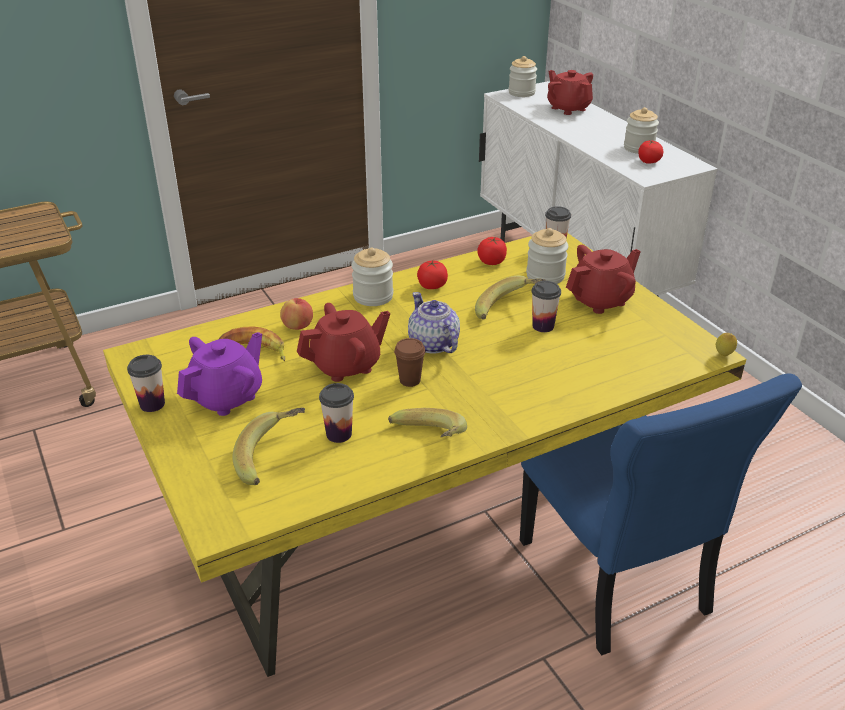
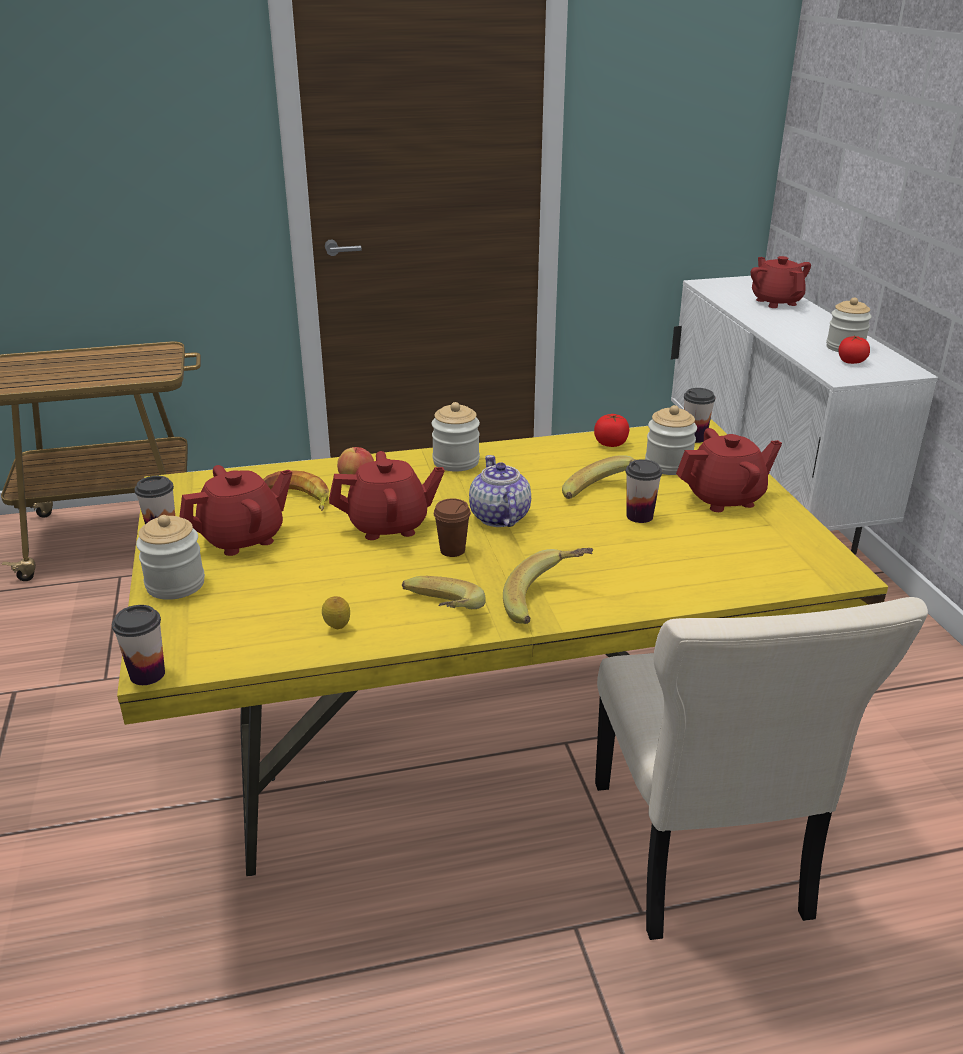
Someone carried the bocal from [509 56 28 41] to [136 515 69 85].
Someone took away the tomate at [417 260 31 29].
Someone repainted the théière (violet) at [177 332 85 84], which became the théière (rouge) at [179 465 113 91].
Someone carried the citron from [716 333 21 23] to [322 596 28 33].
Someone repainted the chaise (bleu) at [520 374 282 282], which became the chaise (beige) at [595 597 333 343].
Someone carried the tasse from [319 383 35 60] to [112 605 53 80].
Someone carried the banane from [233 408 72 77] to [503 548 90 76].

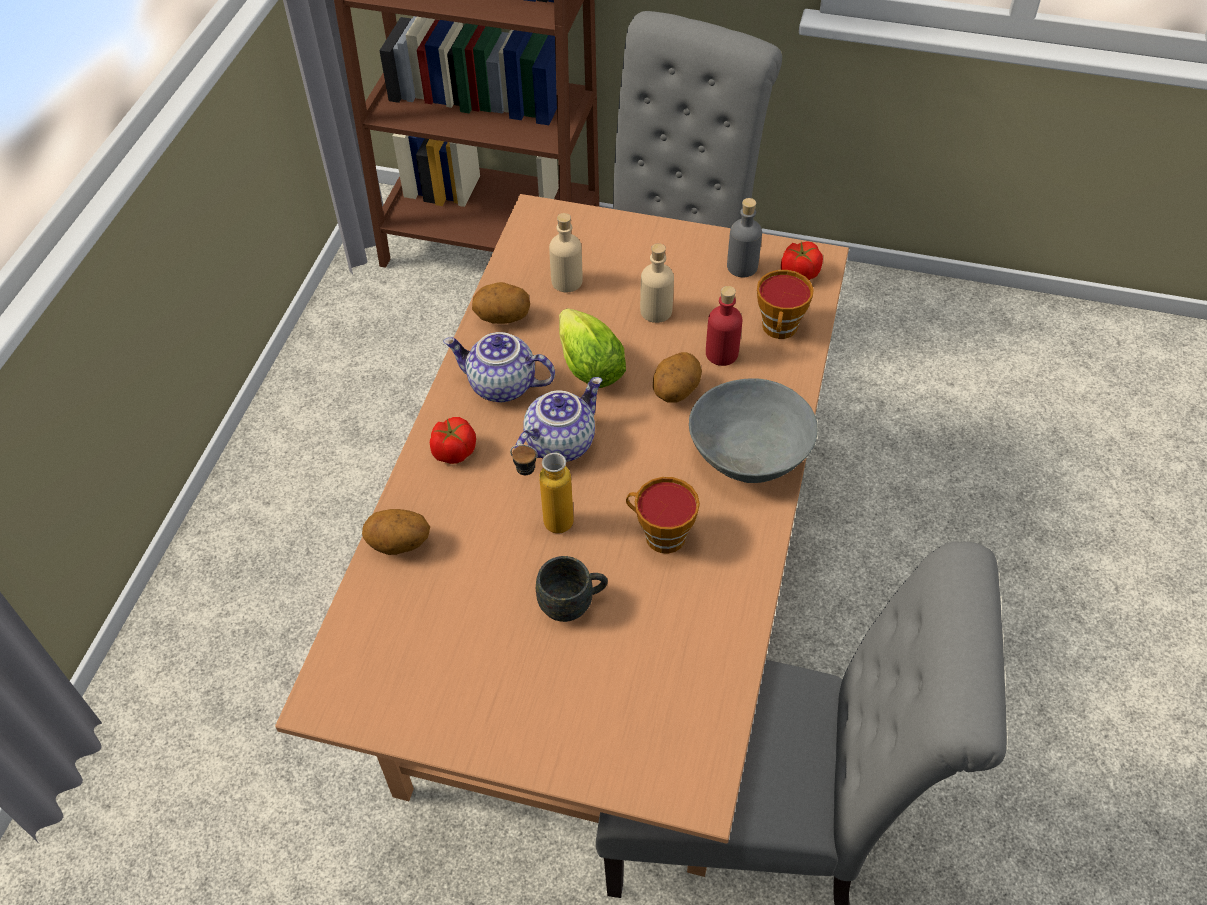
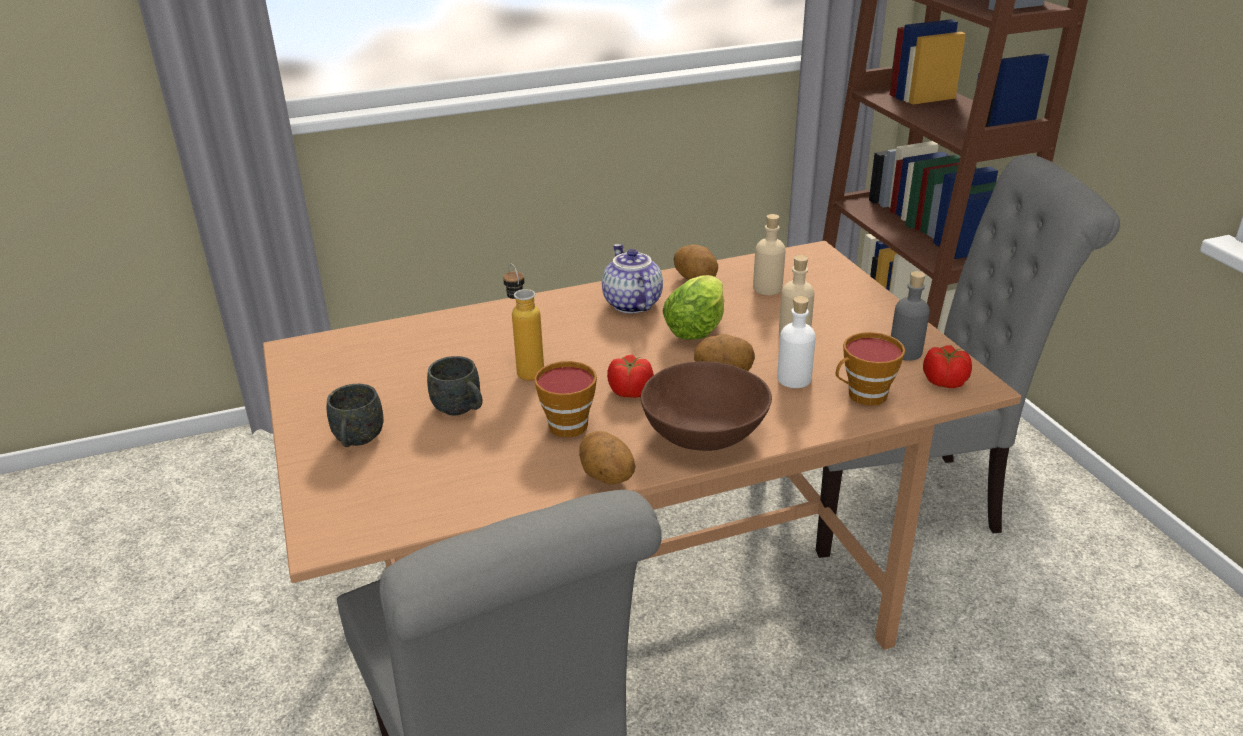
Someone repainted the bouteille (rouge) at [706 286 36 80], which became the bouteille (blanc) at [777 296 39 92].
Someone took away the théière at [514 377 88 85].
Someone repainted the bol (gris) at [689 378 129 105], which became the bol (marron) at [640 361 132 90].
Someone carried the tomate from [430 417 46 47] to [607 355 47 43].
Someone carried the pomme de terre from [362 509 68 46] to [579 431 57 54].
Someone put down the mug (gris) at [326 384 58 63].

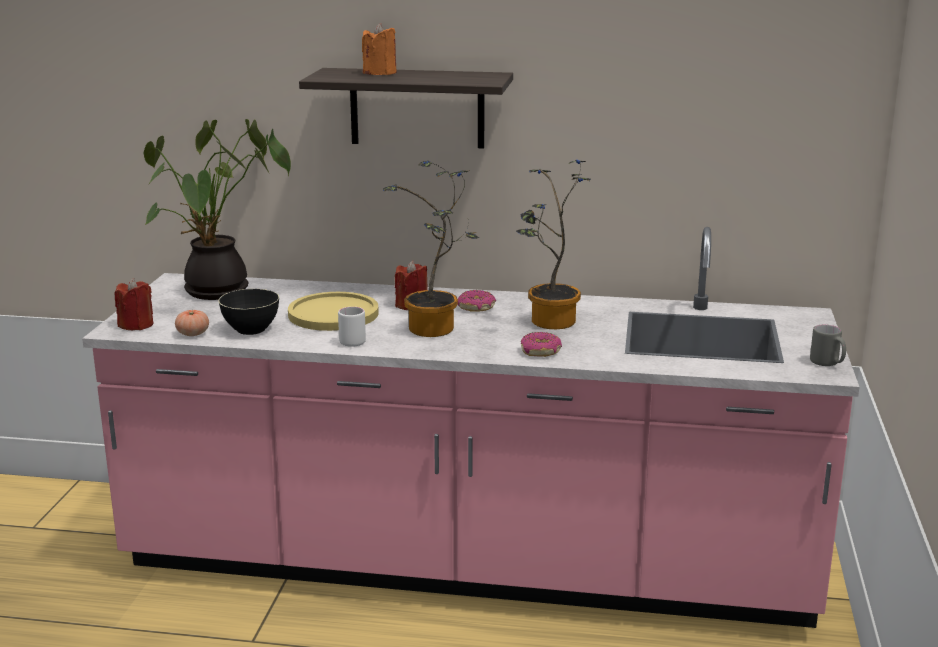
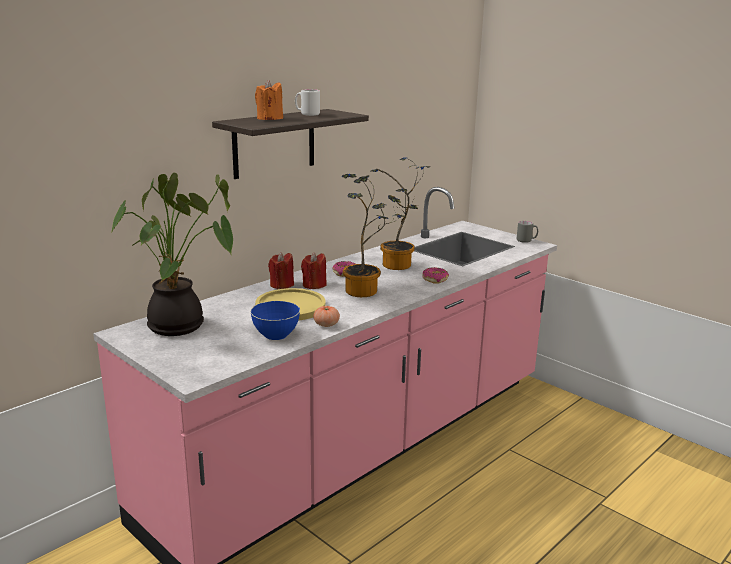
Someone carried the bougie (rouge) from [115 278 39 52] to [268 252 26 37].
Someone repainted the bol (noir) at [218 289 61 46], which became the bol (bleu) at [250 301 50 39].
Someone carried the mug (blanc) from [338 307 28 40] to [295 89 25 27].
Someone carried the tomate from [175 310 34 26] to [313 306 27 21].

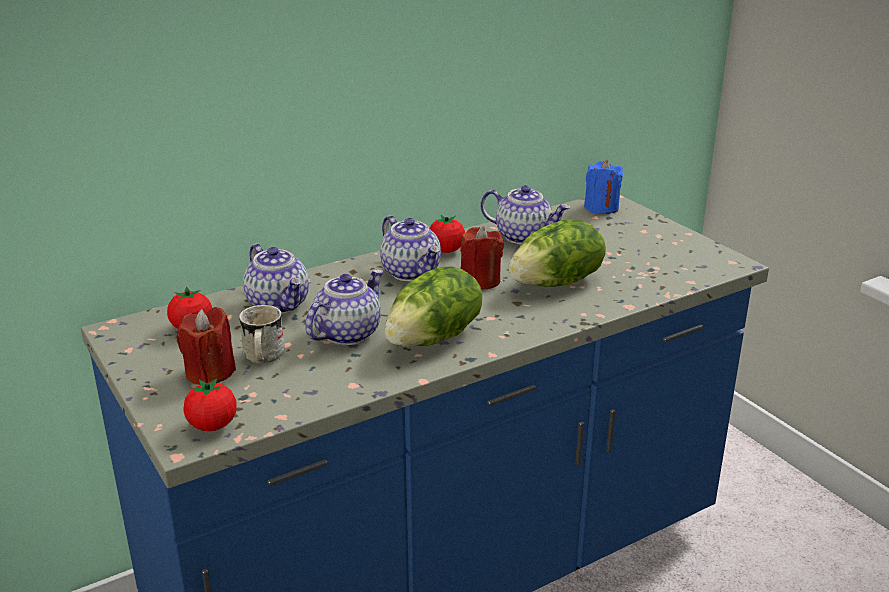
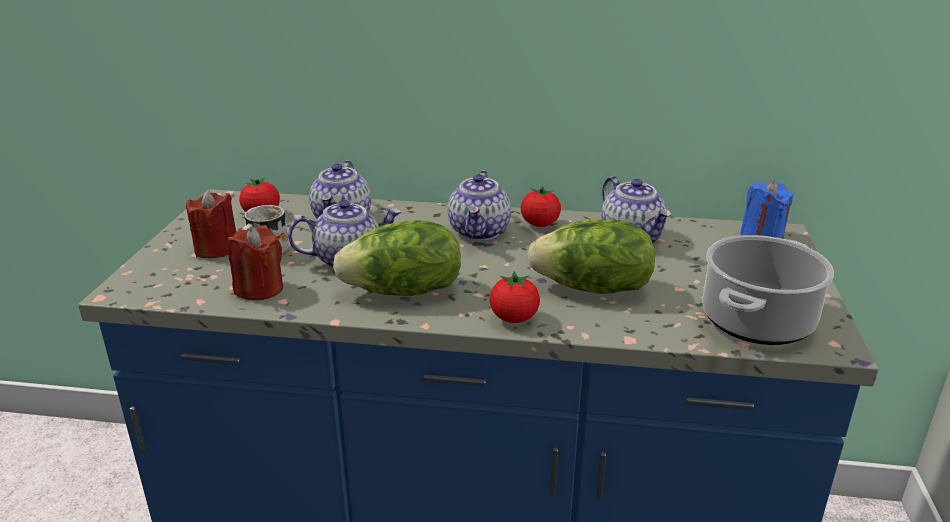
Someone carried the bougie (rouge) from [460 226 44 64] to [227 226 56 74].
Someone carried the tomate from [184 378 53 53] to [490 271 50 52].
Someone put down the marmite at [702 235 132 110].

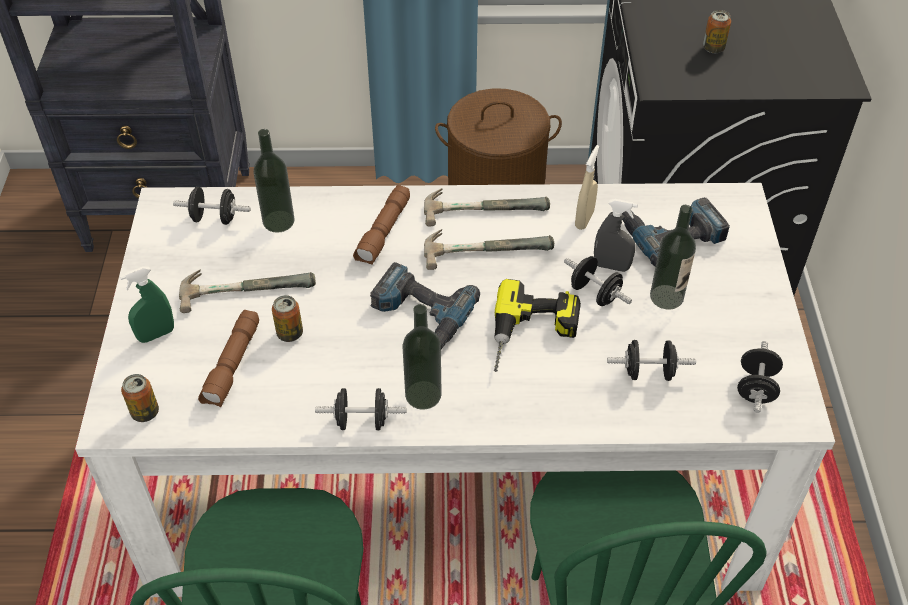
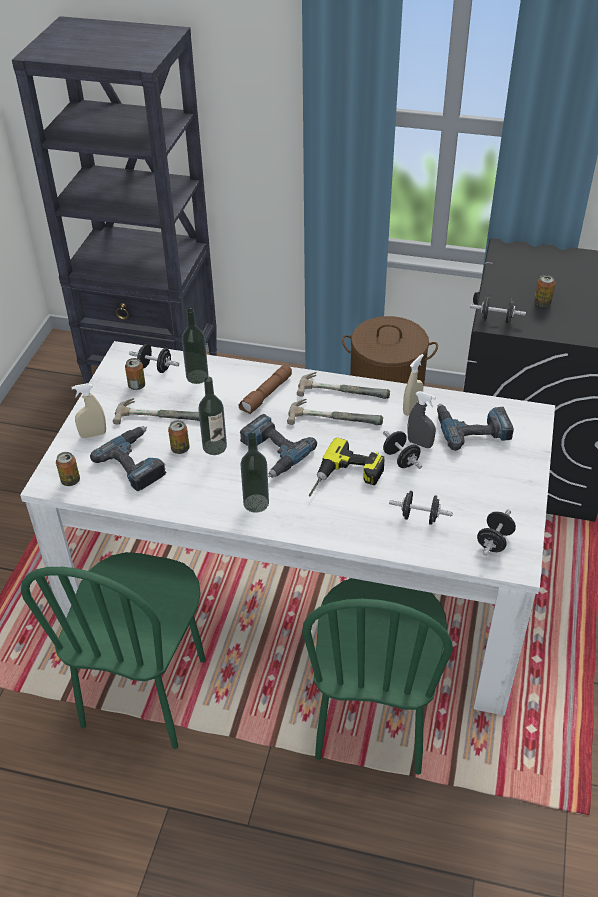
Someone carried the bouteille from [650 205 46 104] to [198 377 29 78].
Someone repainted the vaporisateur (vert) at [119 267 55 76], which became the vaporisateur (beige) at [71 383 35 55].
Someone swapped the lampe de poche (marron) at [198 310 61 98] for the perceuse at [90 426 76 65].
Someone carried the haltère (noir) from [315 388 92 43] to [470 295 56 29].
Someone put down the boîte métallique at [125 358 20 32].

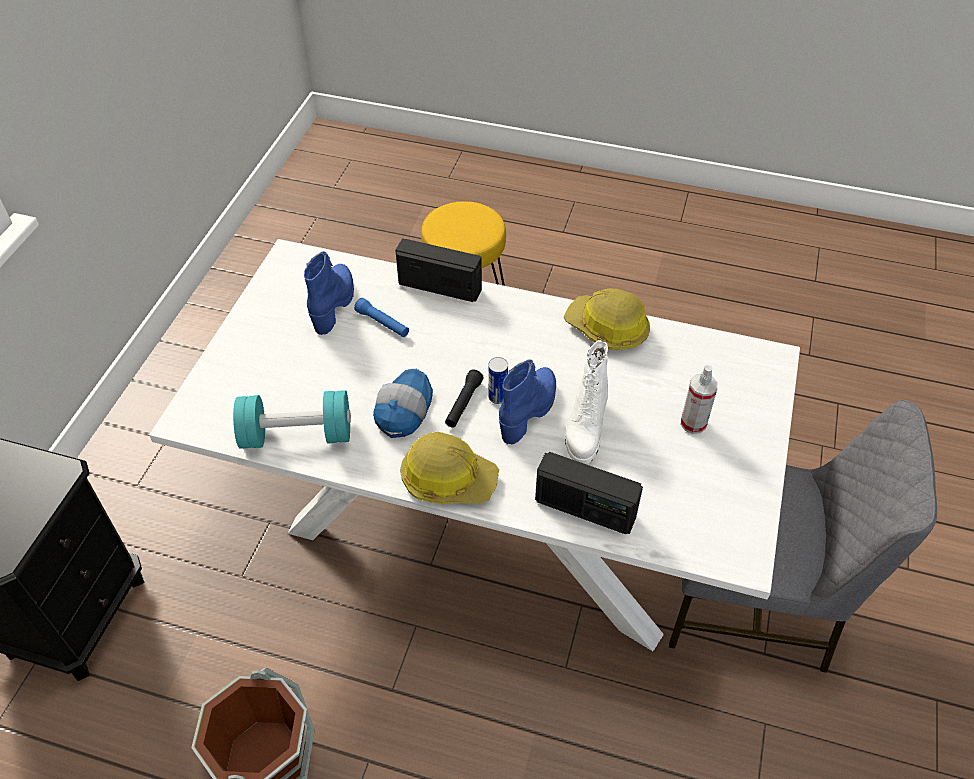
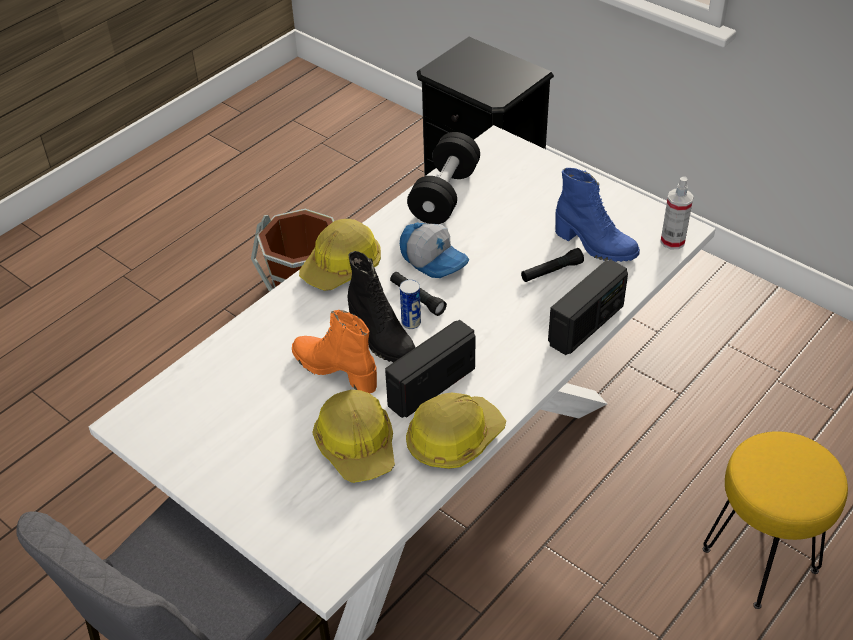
Someone repainted the lampe de poche (bleu) at [354 298 55 39], which became the lampe de poche (noir) at [521 248 63 34].
Someone repainted the botte (blanc) at [565 340 43 124], which became the botte (orange) at [292 310 85 83].
Someone repainted the botte (bleu) at [499 359 57 86], which became the botte (noir) at [348 251 68 112].
Someone carried the vaporisateur from [681 365 37 69] to [660 176 34 73].
Someone repainted the haltère (turquoise) at [233 390 118 59], which became the haltère (noir) at [407 132 73 92].
Someone carried the radio from [535 452 108 82] to [385 320 91 98].
Someone put down the casque de chantier at [313 390 82 93].

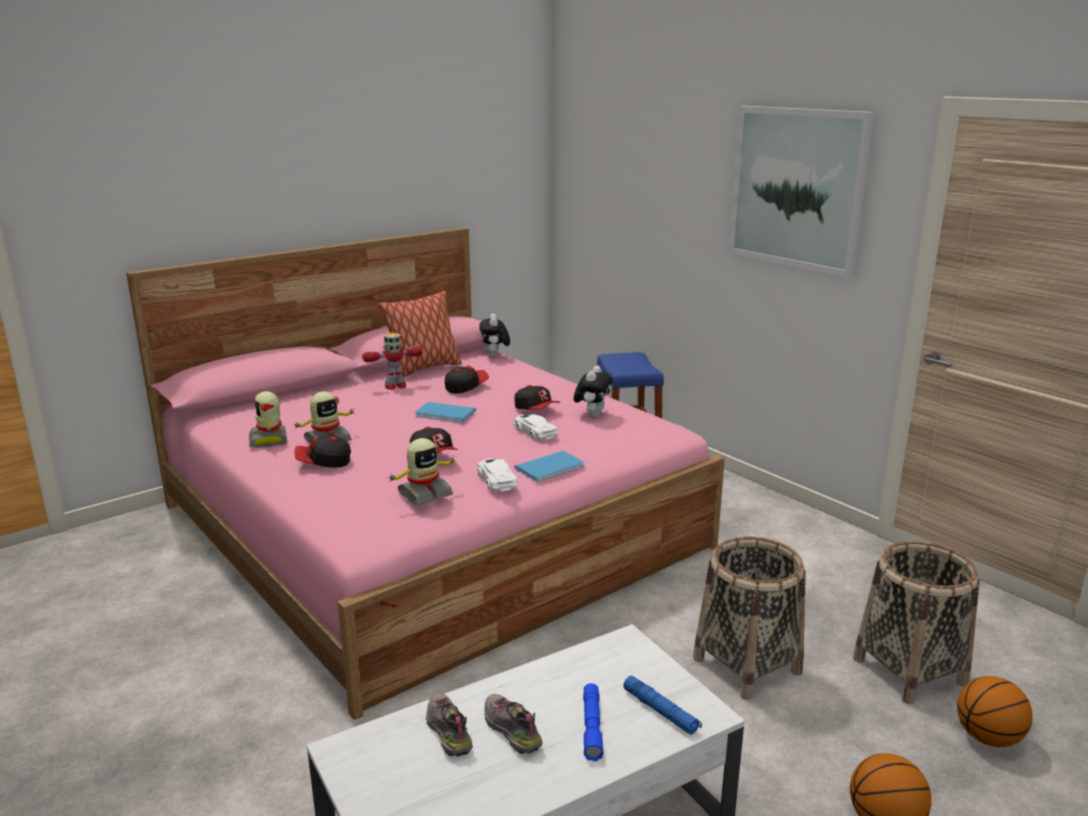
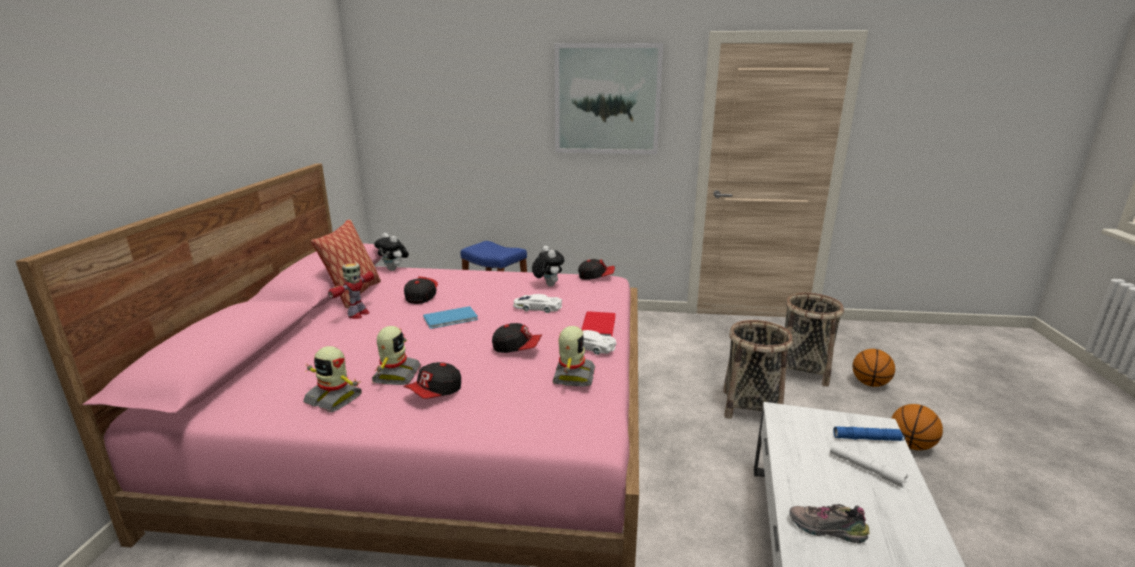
Someone carried the casquette from [514 385 46 24] to [578 259 37 21].
Someone repainted the livre (bleu) at [514 451 70 31], which became the livre (rouge) at [581 311 35 26].
Someone repainted the lampe de poche (bleu) at [583 683 21 78], which became the lampe de poche (blanc) at [830 443 78 45].
Someone took away the chaussure at [484 694 58 60].

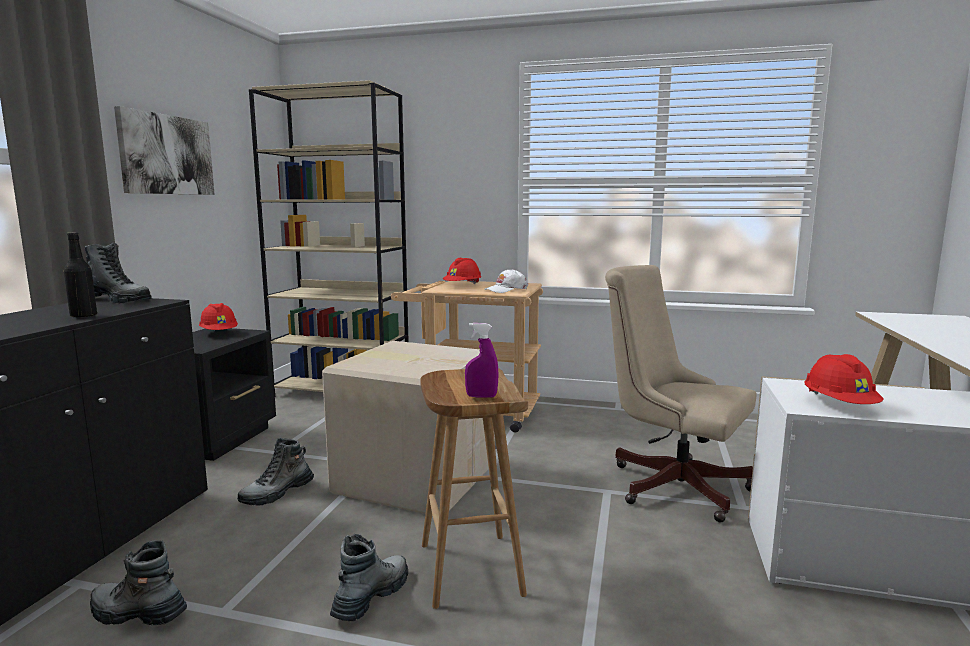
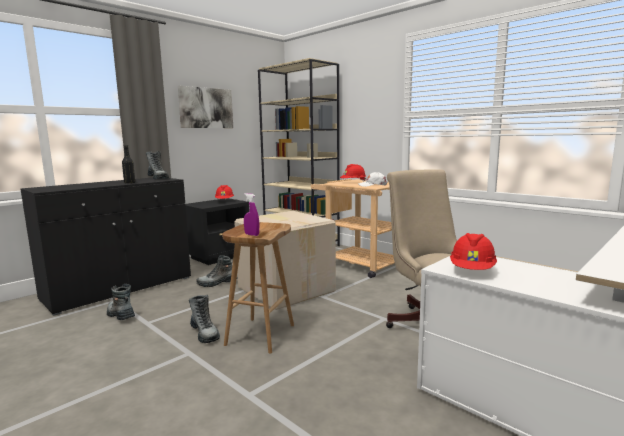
Someone rotated the botte at [330 534 78 87] by 90 degrees clockwise.

